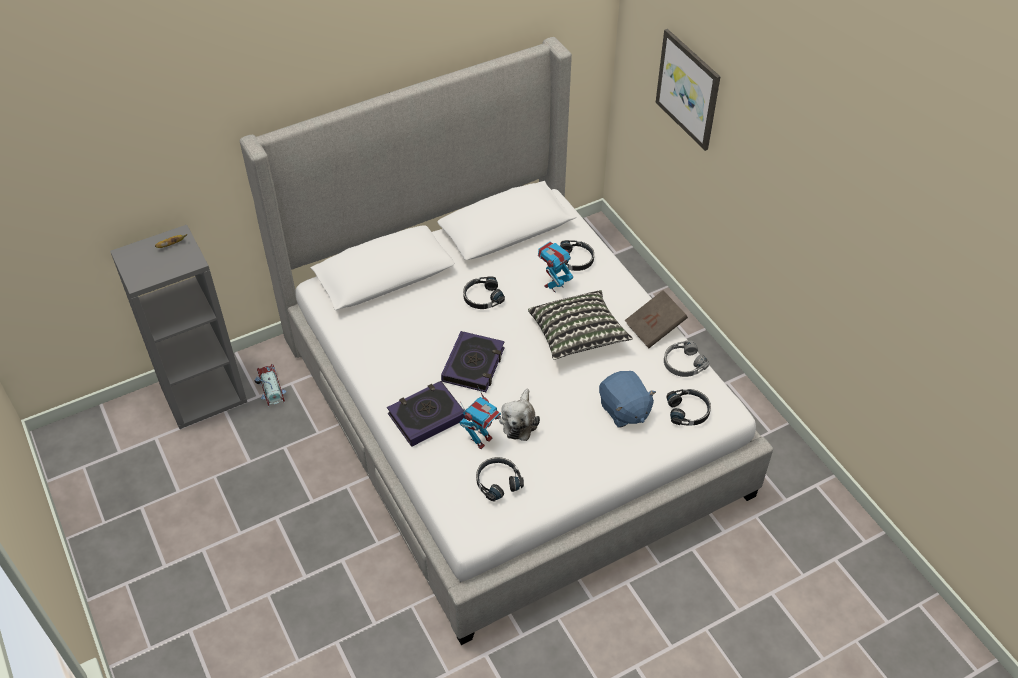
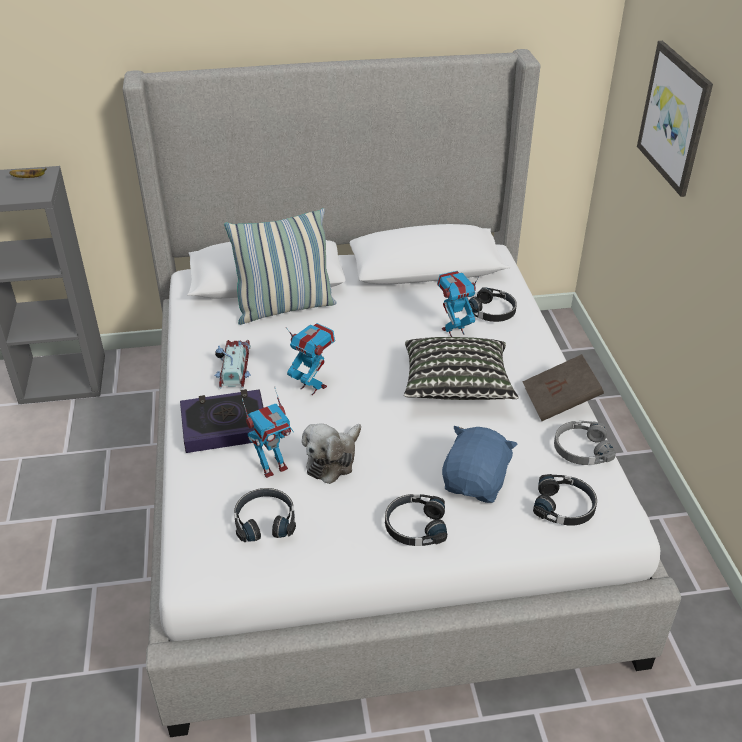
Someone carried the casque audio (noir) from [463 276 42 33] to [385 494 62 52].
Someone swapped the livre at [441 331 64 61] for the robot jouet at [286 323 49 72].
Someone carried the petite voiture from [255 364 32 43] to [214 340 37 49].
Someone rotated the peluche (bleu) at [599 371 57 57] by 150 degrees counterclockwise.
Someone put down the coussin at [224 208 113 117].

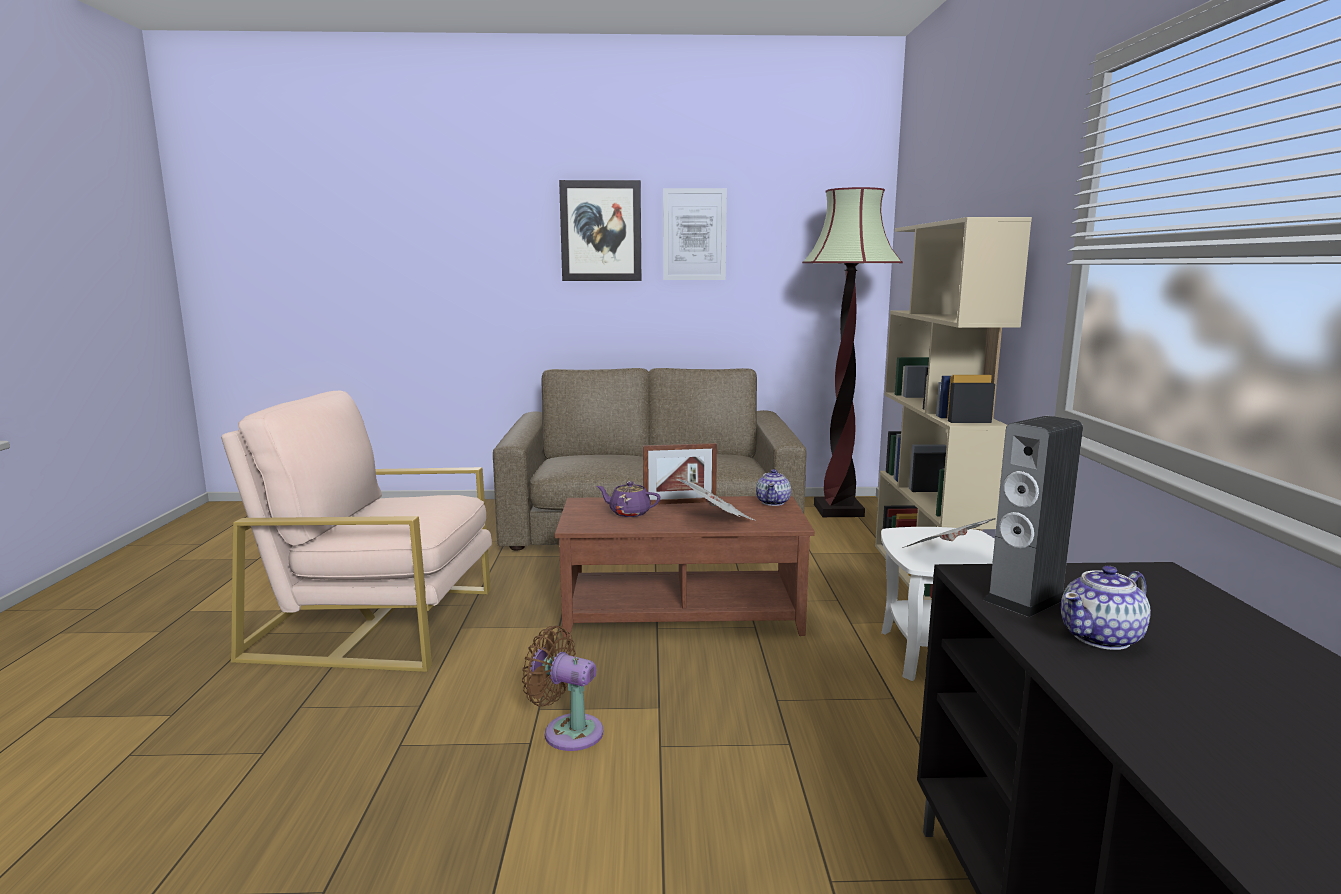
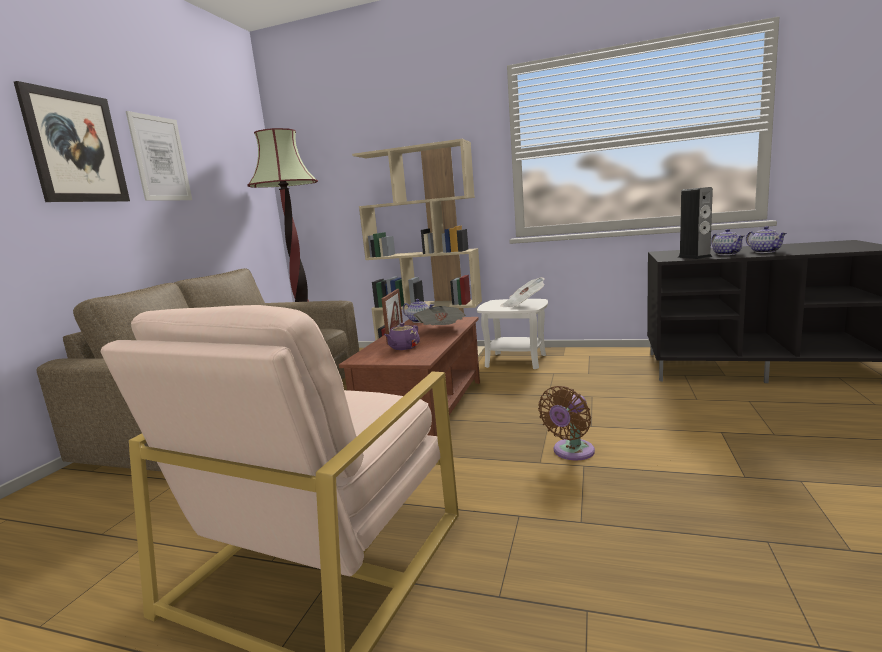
Someone put down the théière at [746 226 41 27].

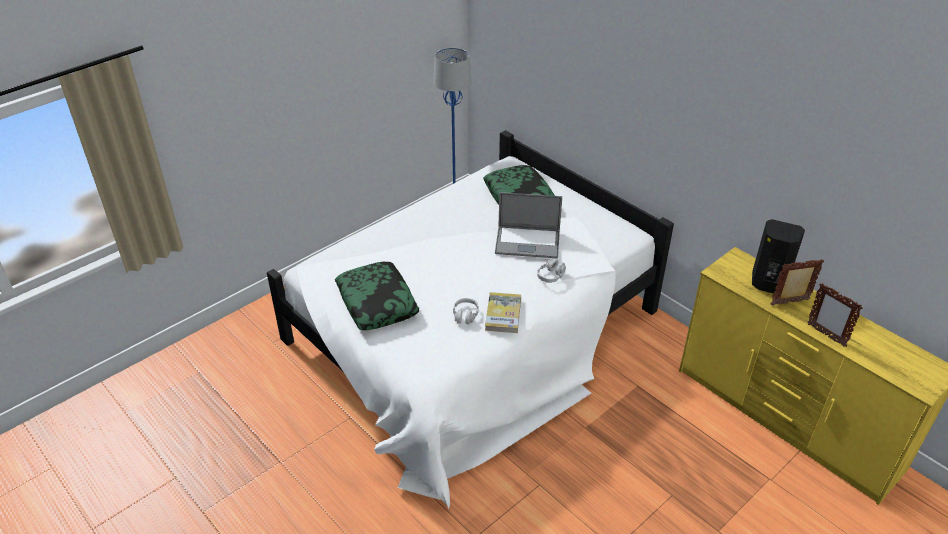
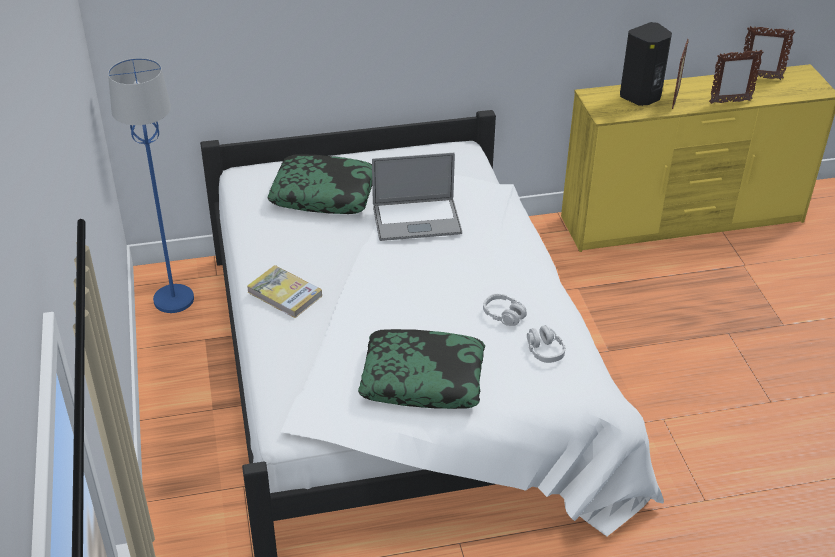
Someone rotated the ordinateur portable at [495 192 67 67] by 45 degrees clockwise.
Someone carried the casque audio (gris) from [537 259 29 24] to [527 325 38 38].
Someone carried the livre from [485 292 36 41] to [247 265 75 53].
Someone put down the cadre photo at [744 26 51 54].

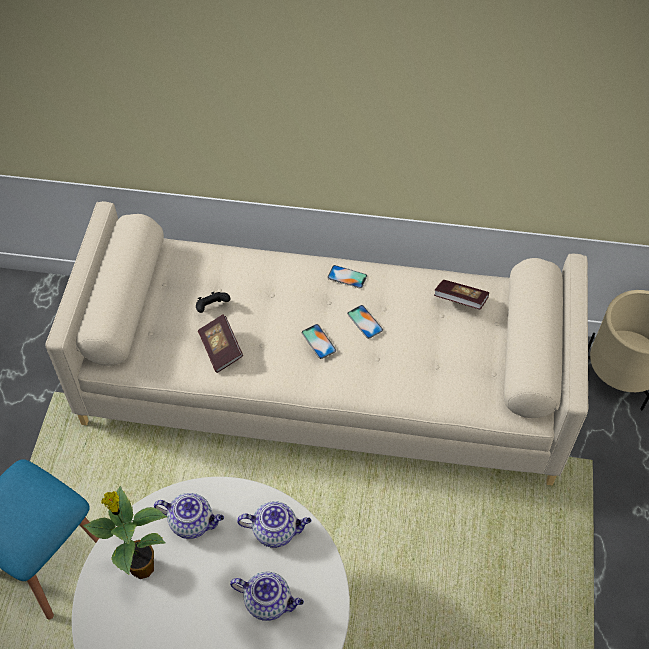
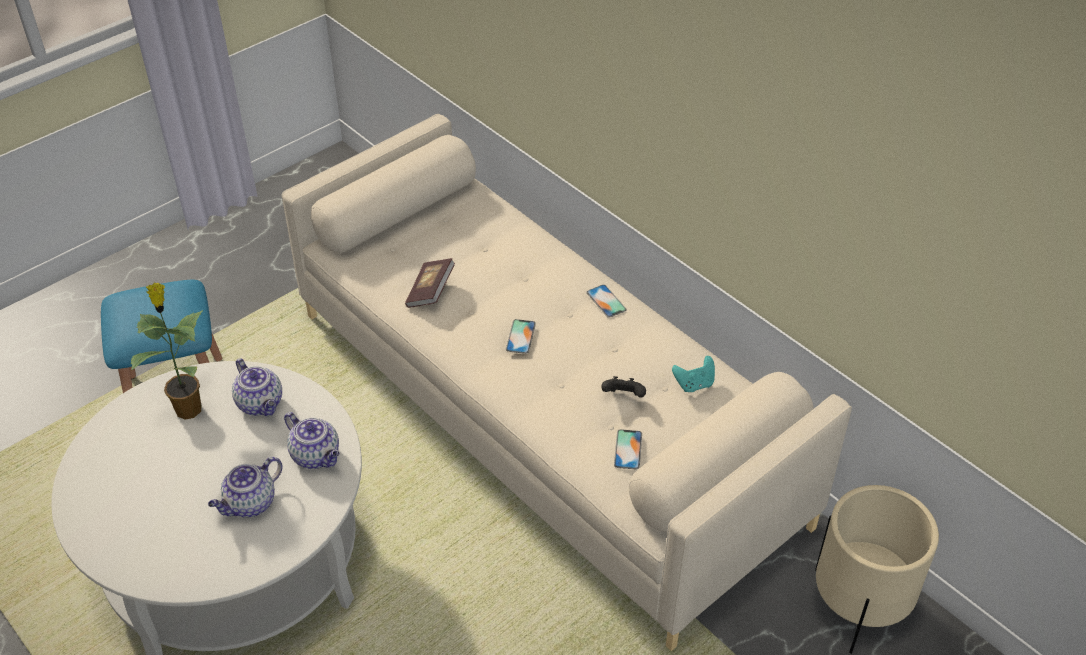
Someone swapped the livre at [434 280 55 30] for the manette (turquoise) at [672 356 43 36].
Someone carried the manette (noir) from [196 292 34 21] to [601 376 45 22].
Someone carried the téléphone from [347 305 36 34] to [614 429 28 41].
Someone rotated the théière at [230 572 74 49] by 75 degrees clockwise.

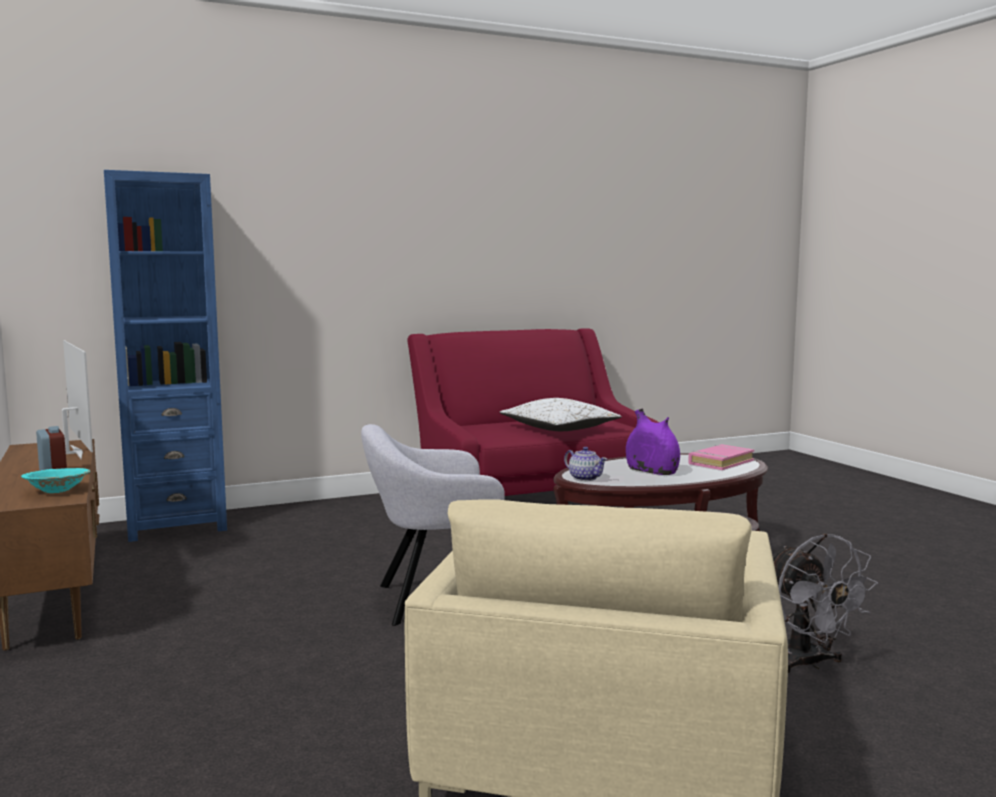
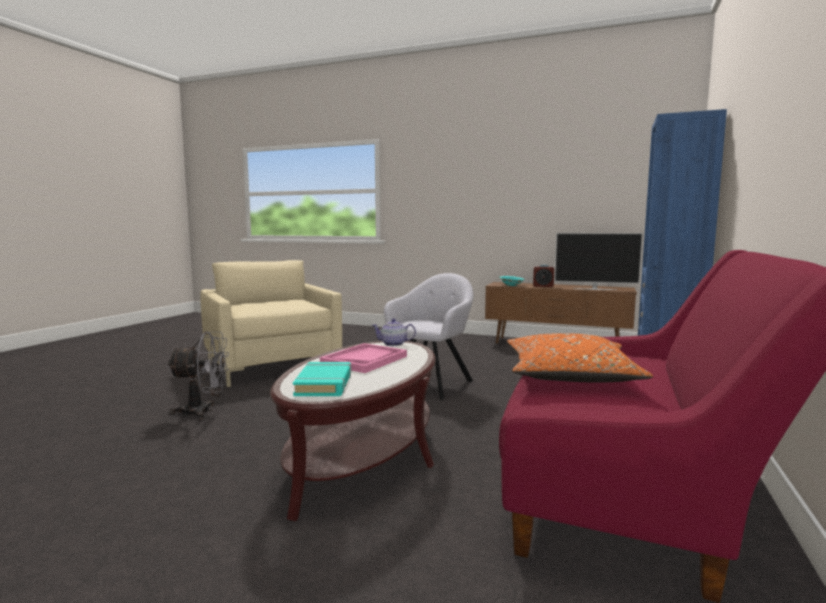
Someone repainted the coussin (blanc) at [500 398 122 33], which became the coussin (orange) at [507 333 146 50].
Someone swapped the vase (violet) at [626 408 54 67] for the plateau (rose) at [320 343 87 30].
Someone repainted the livre (rose) at [688 444 66 26], which became the livre (turquoise) at [293 362 58 34].
Someone rotated the ventilateur (gris) at [773 533 105 140] by 150 degrees clockwise.

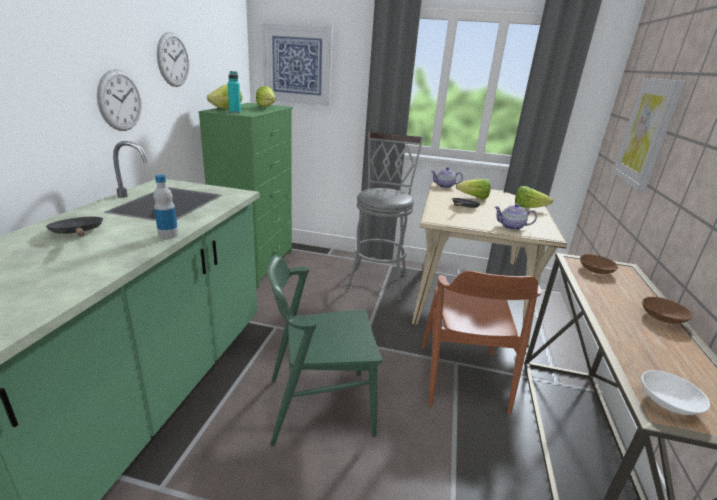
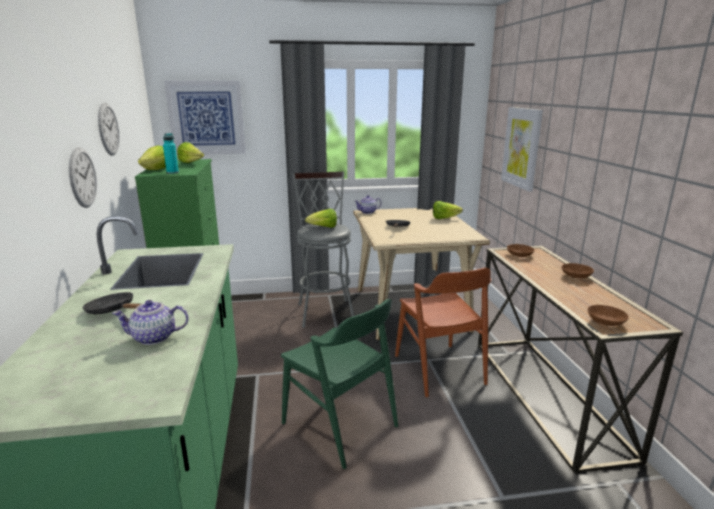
Someone took away the bouteille at [153 175 25 64].
Someone carried the laitue from [456 179 35 20] to [305 209 32 19].
Someone carried the théière from [494 203 43 27] to [112 300 77 45].
Someone rotated the chaise (vert) at [267 255 116 191] by 105 degrees counterclockwise.
Someone repainted the bol (blanc) at [641 370 69 45], which became the bol (marron) at [587 305 42 21].

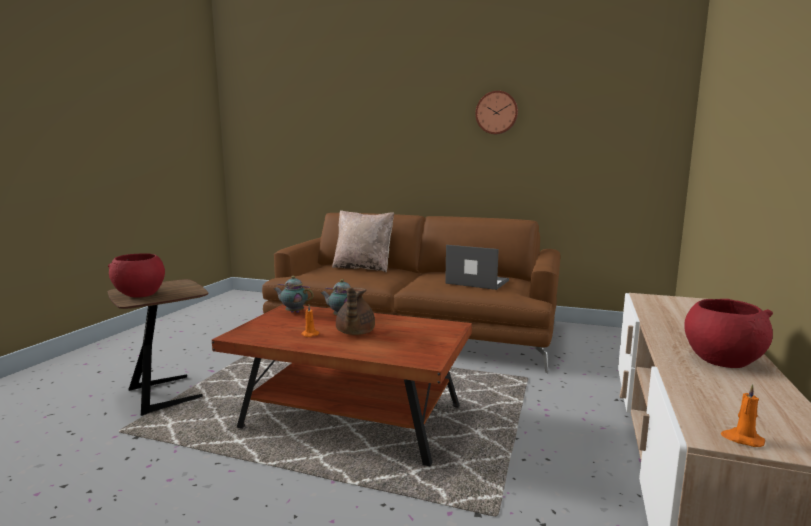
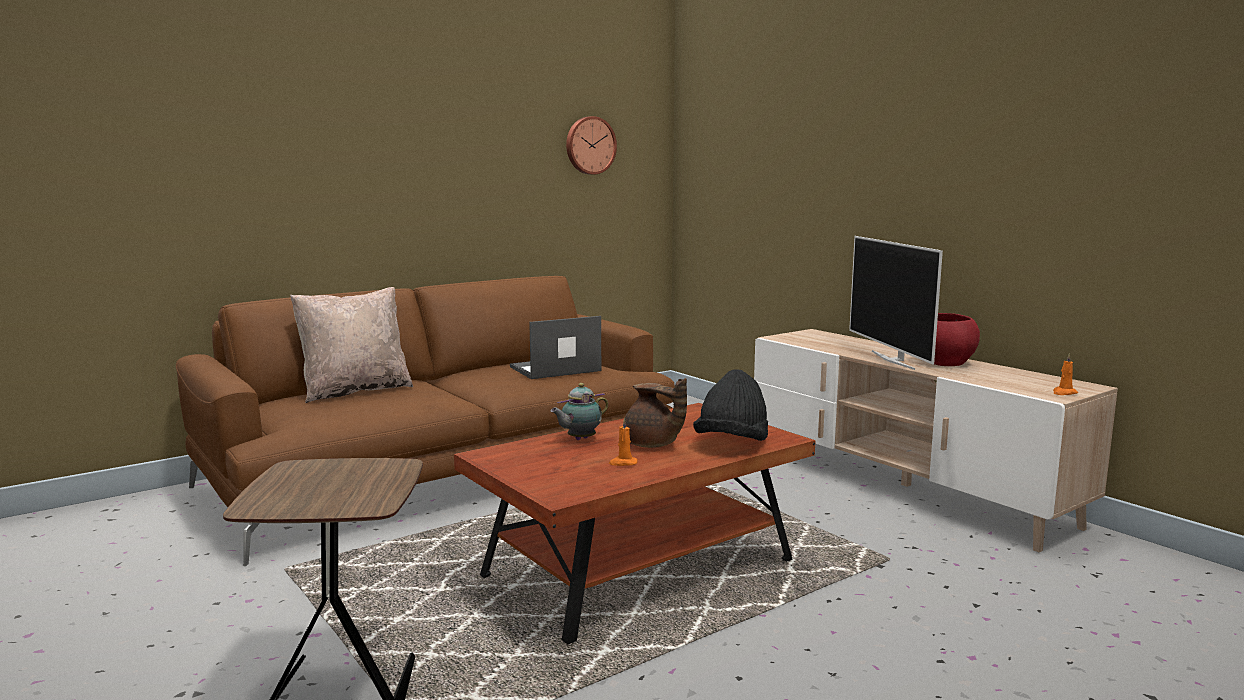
Someone carried the horloge murale from [475 91 43 43] to [566 116 51 59].
Someone took away the bol (rouge) at [108 253 57 45].
Someone took away the théière at [274 276 40 37].
Someone put down the téléviseur at [849 236 94 134].
Someone put down the chapeau (noir) at [693 369 75 72].

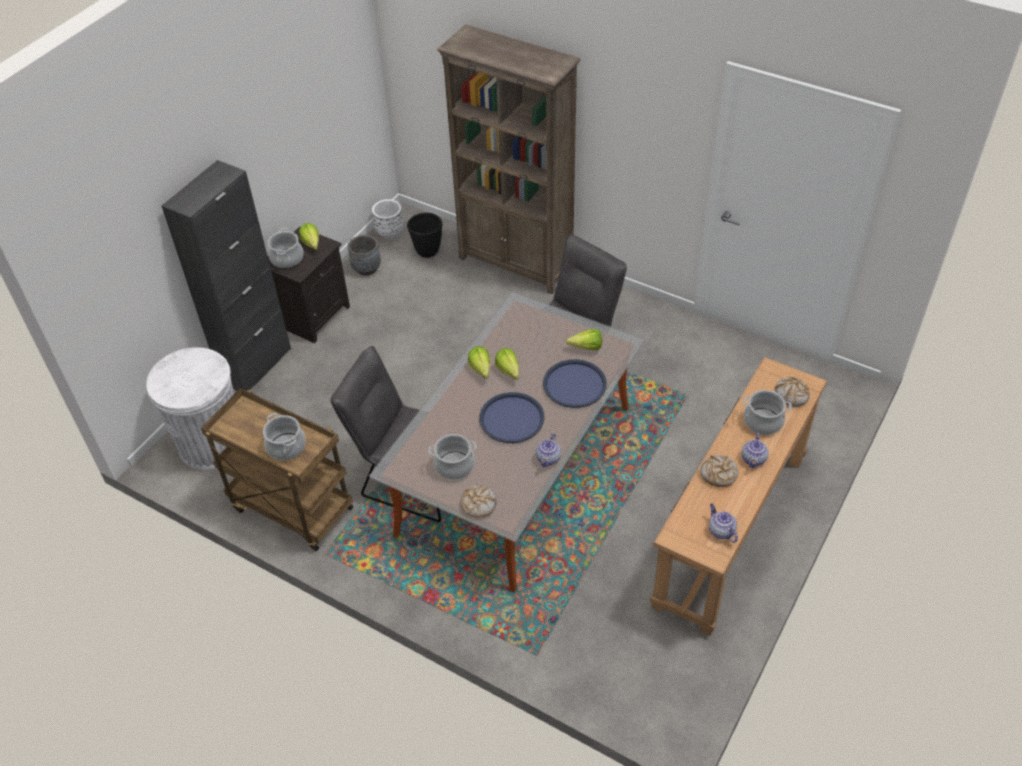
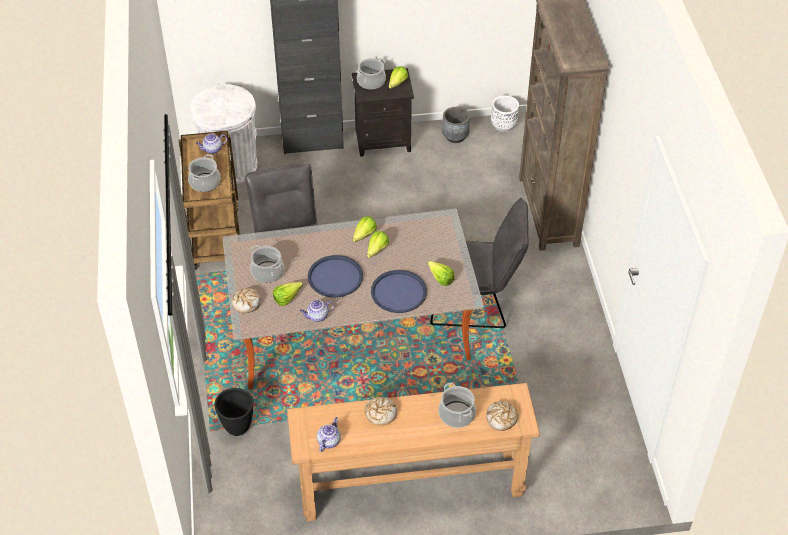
Someone carried the cache-pot (noir) from [407 213 35 45] to [215 388 38 48].
Someone carried the théière from [742 433 27 35] to [196 134 31 20].
Someone put down the laitue at [273 282 30 24].

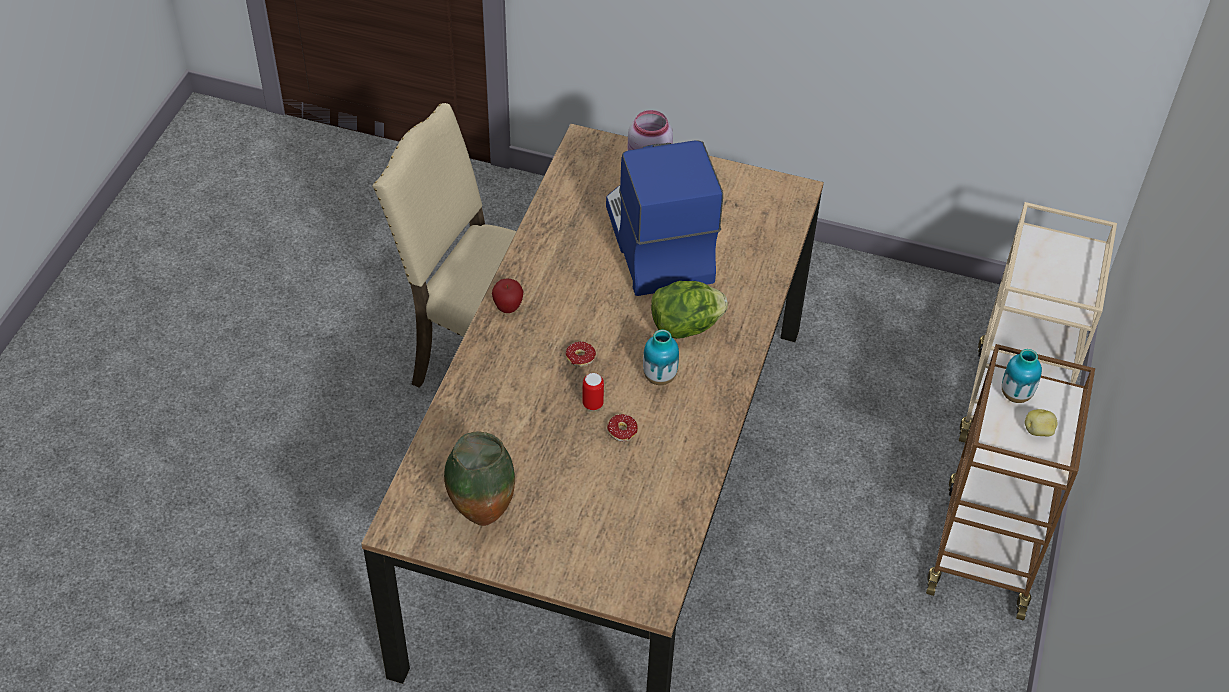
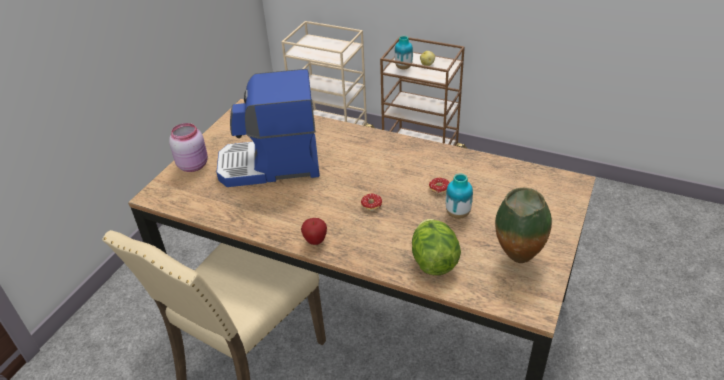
Someone carried the laitue from [651 281 77 58] to [412 219 49 56].
Someone carried the vase from [643 330 36 55] to [446 174 27 45].
Someone took away the boîte métallique at [582 373 22 37].

